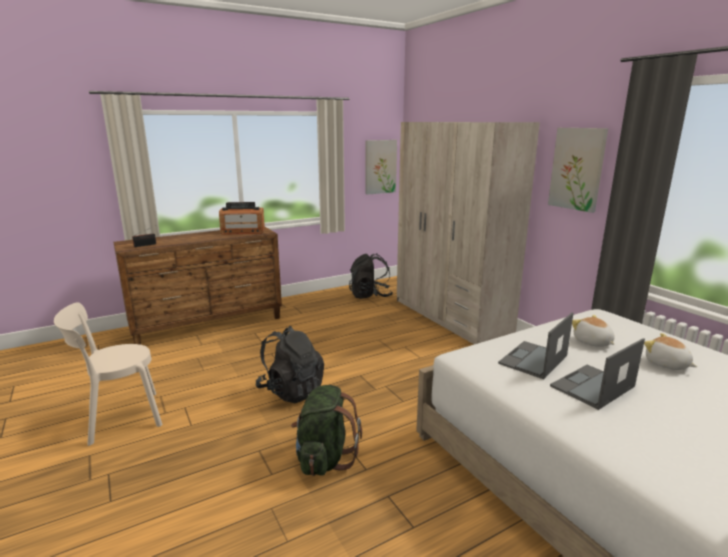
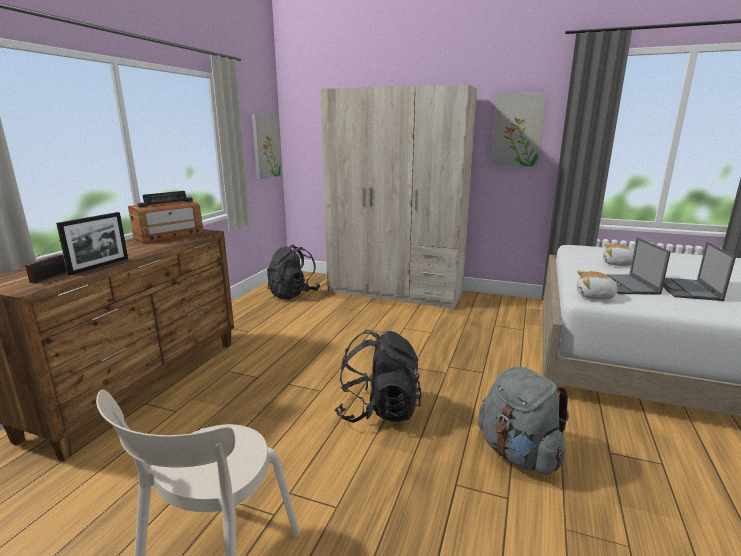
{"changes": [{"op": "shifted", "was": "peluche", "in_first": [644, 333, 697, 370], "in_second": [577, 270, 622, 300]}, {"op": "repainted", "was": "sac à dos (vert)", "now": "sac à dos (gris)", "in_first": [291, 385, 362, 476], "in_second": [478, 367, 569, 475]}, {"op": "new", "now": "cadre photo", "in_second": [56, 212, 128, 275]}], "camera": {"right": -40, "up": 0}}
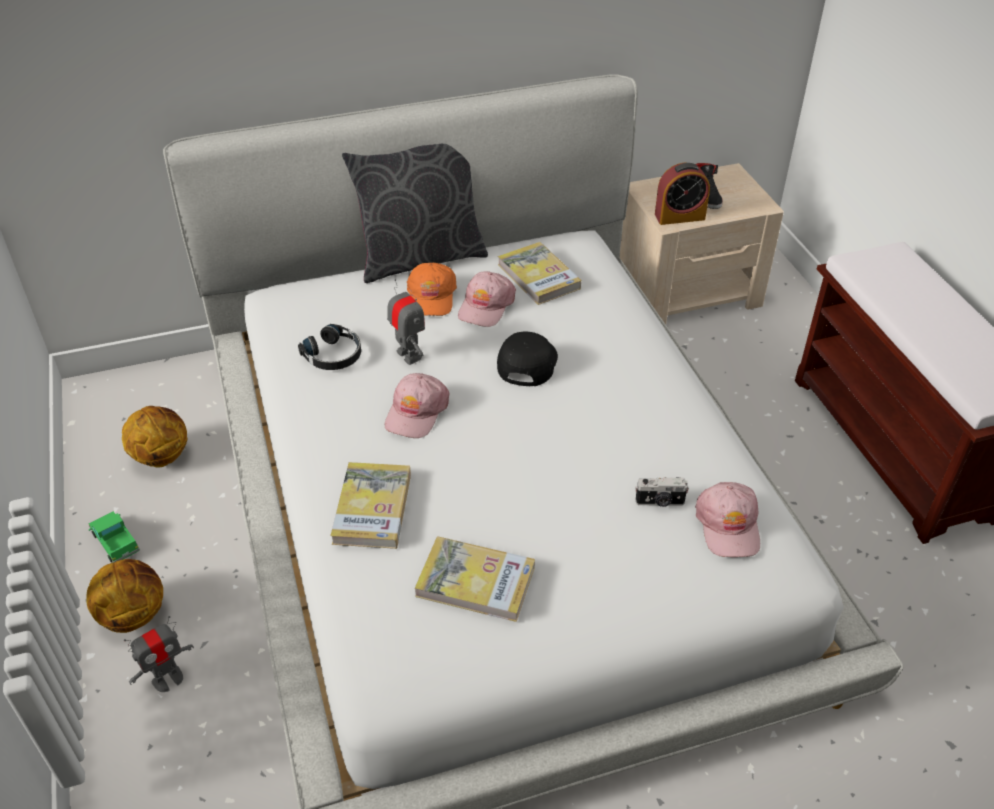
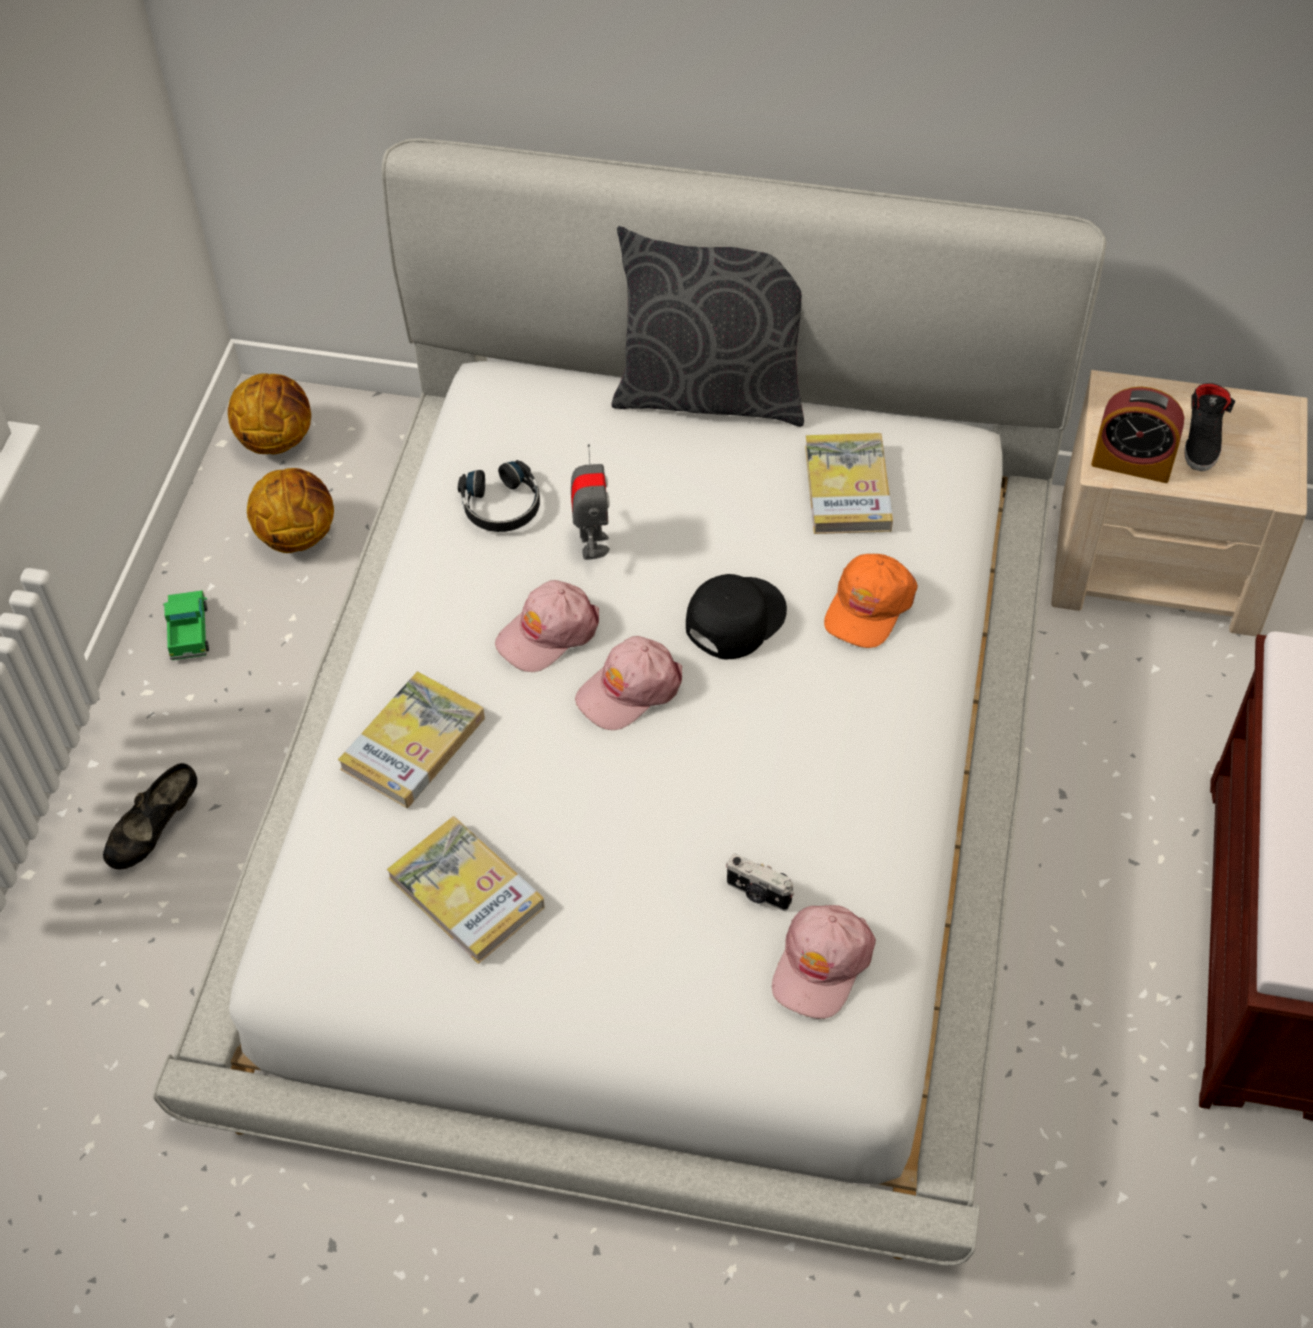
{"changes": [{"op": "shifted", "was": "casquette (orange)", "in_first": [407, 263, 457, 316], "in_second": [824, 554, 918, 648]}, {"op": "shifted", "was": "casquette (rose)", "in_first": [458, 271, 516, 327], "in_second": [575, 636, 682, 730]}, {"op": "shifted", "was": "ballon de basket", "in_first": [86, 559, 163, 633], "in_second": [228, 373, 311, 455]}, {"op": "swapped", "was": "robot jouet", "now": "chaussure (noir)", "in_first": [124, 616, 194, 692], "in_second": [103, 763, 197, 869]}], "camera": {"right": 30, "up": 10}}
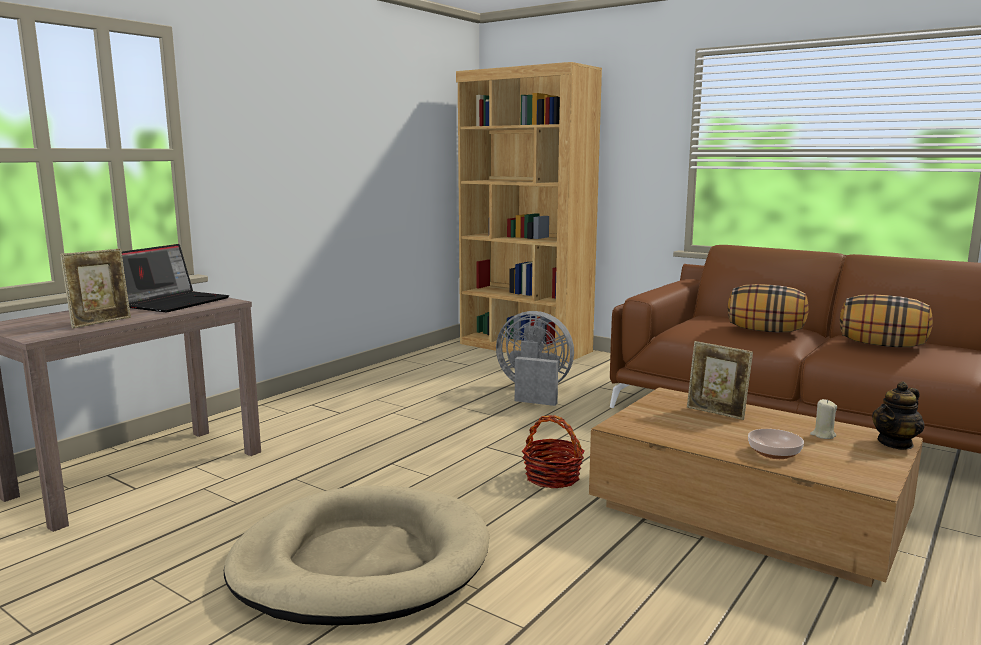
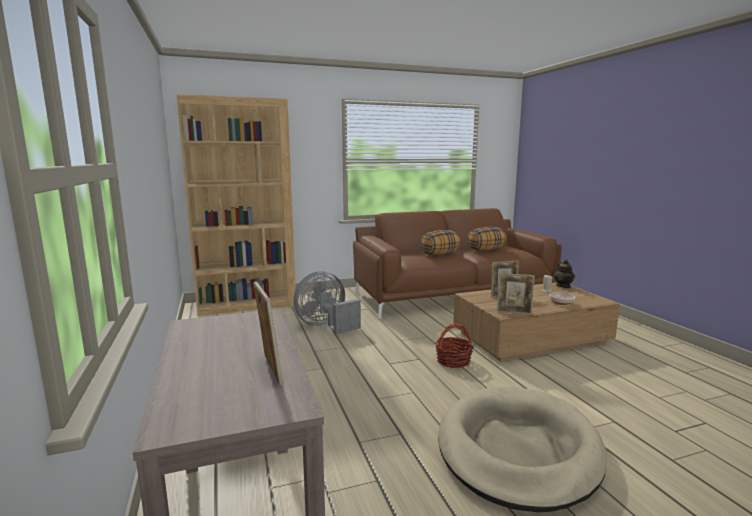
{"changes": [{"op": "gone", "was": "ordinateur portable", "in_first": [122, 244, 229, 312]}, {"op": "new", "now": "cadre photo", "in_second": [497, 273, 535, 314]}], "camera": {"right": -55, "up": 0}}
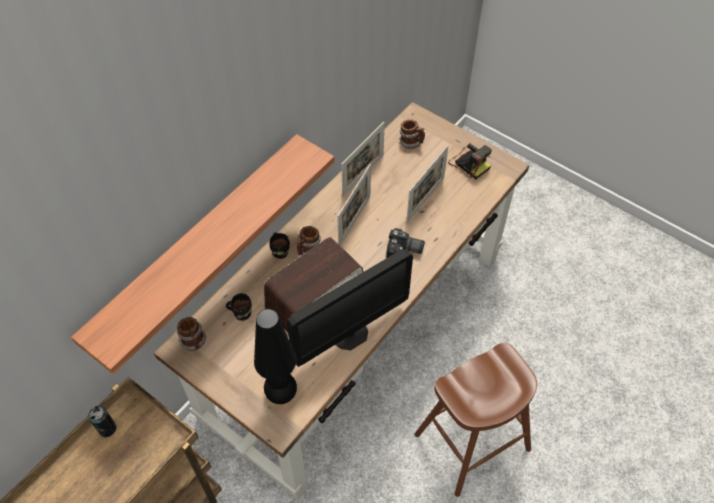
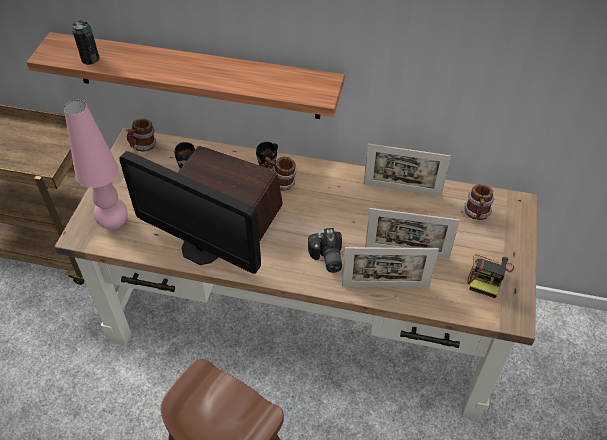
{"changes": [{"op": "shifted", "was": "cadre photo", "in_first": [337, 164, 371, 246], "in_second": [342, 247, 439, 287]}, {"op": "repainted", "was": "lampe de table (noir)", "now": "lampe de table (rose)", "in_first": [254, 309, 297, 404], "in_second": [64, 100, 128, 230]}, {"op": "shifted", "was": "boîte métallique", "in_first": [88, 406, 117, 437], "in_second": [72, 21, 99, 65]}], "camera": {"right": 65, "up": -5}}
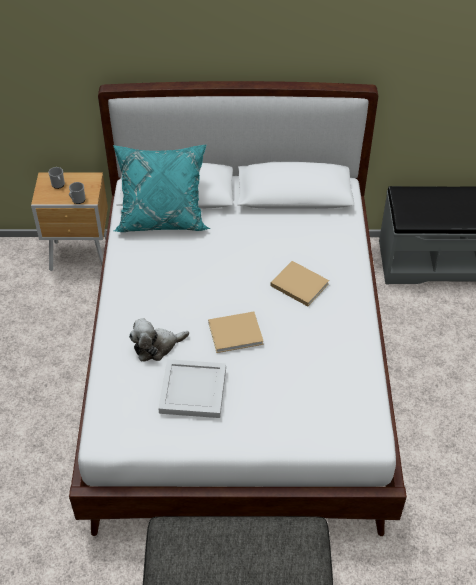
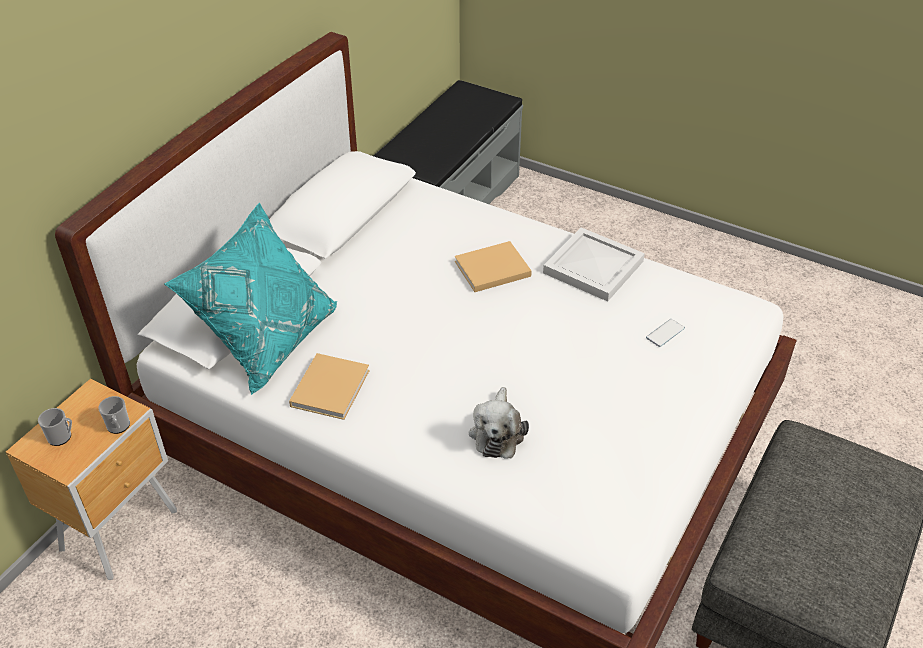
{"changes": [{"op": "shifted", "was": "livre (beige)", "in_first": [208, 312, 264, 353], "in_second": [289, 353, 370, 420]}, {"op": "shifted", "was": "plateau (blanc)", "in_first": [158, 359, 226, 418], "in_second": [543, 227, 645, 302]}, {"op": "new", "now": "téléphone", "in_second": [646, 319, 685, 347]}], "camera": {"right": -60, "up": -5}}
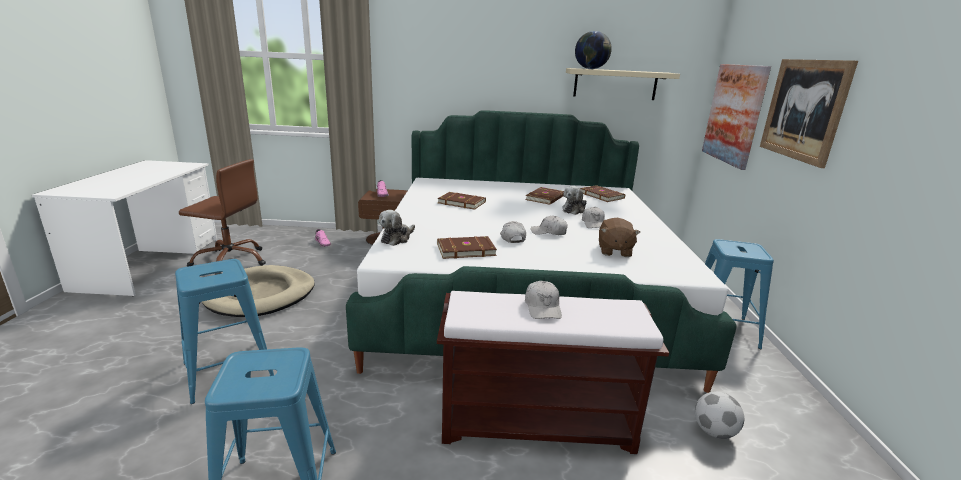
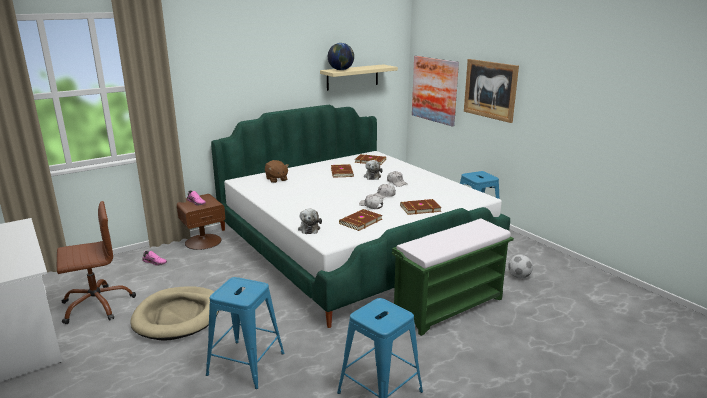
{"changes": [{"op": "shifted", "was": "livre (marron)", "in_first": [437, 192, 486, 210], "in_second": [400, 199, 441, 215]}, {"op": "shifted", "was": "peluche (marron)", "in_first": [599, 218, 640, 257], "in_second": [265, 160, 289, 183]}, {"op": "gone", "was": "casquette (blanc)", "in_first": [525, 281, 562, 319]}, {"op": "repainted", "was": "banc (marron)", "now": "banc (vert)", "in_first": [437, 291, 669, 454], "in_second": [392, 219, 514, 336]}], "camera": {"right": -35, "up": 0}}
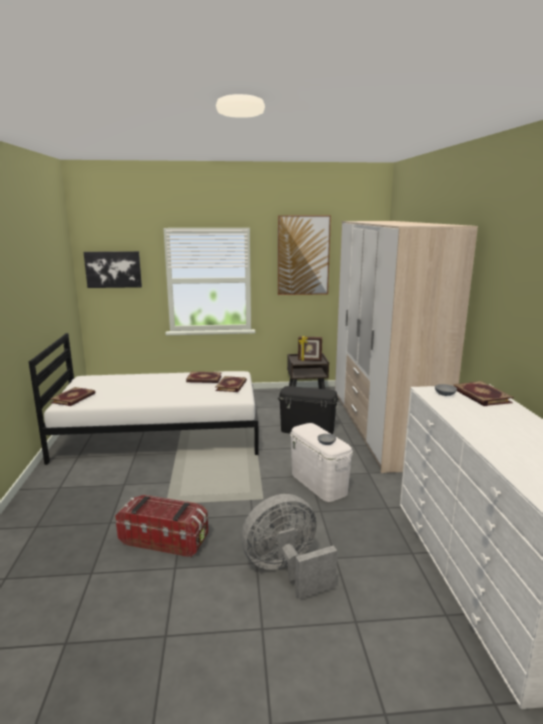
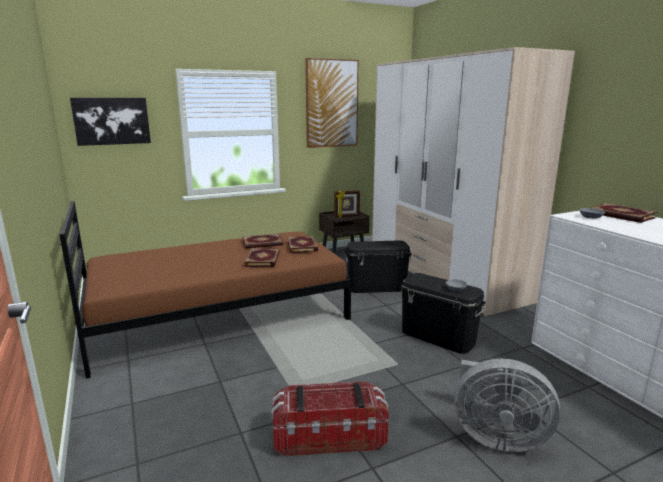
{"changes": [{"op": "repainted", "was": "lit (blanc)", "now": "lit (marron)", "in_first": [29, 333, 259, 465], "in_second": [59, 201, 351, 379]}, {"op": "shifted", "was": "livre", "in_first": [50, 387, 95, 406], "in_second": [244, 248, 280, 267]}, {"op": "repainted", "was": "boîte de rangement (blanc)", "now": "boîte de rangement (noir)", "in_first": [290, 423, 353, 502], "in_second": [400, 273, 486, 354]}, {"op": "rotated", "was": "ventilateur (gris)", "in_first": [241, 494, 338, 599], "in_second": [454, 359, 560, 452], "clockwise": -120}], "camera": {"right": -20, "up": 0}}
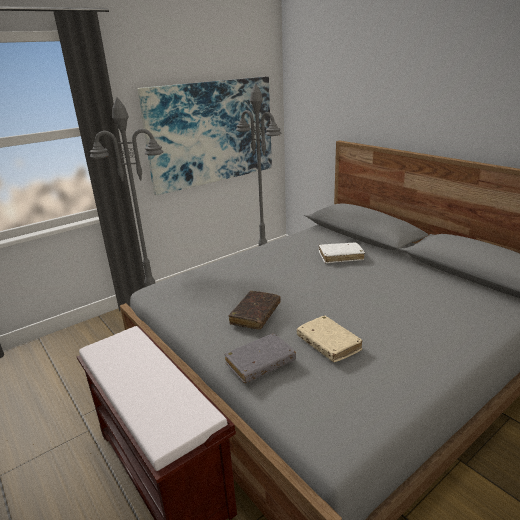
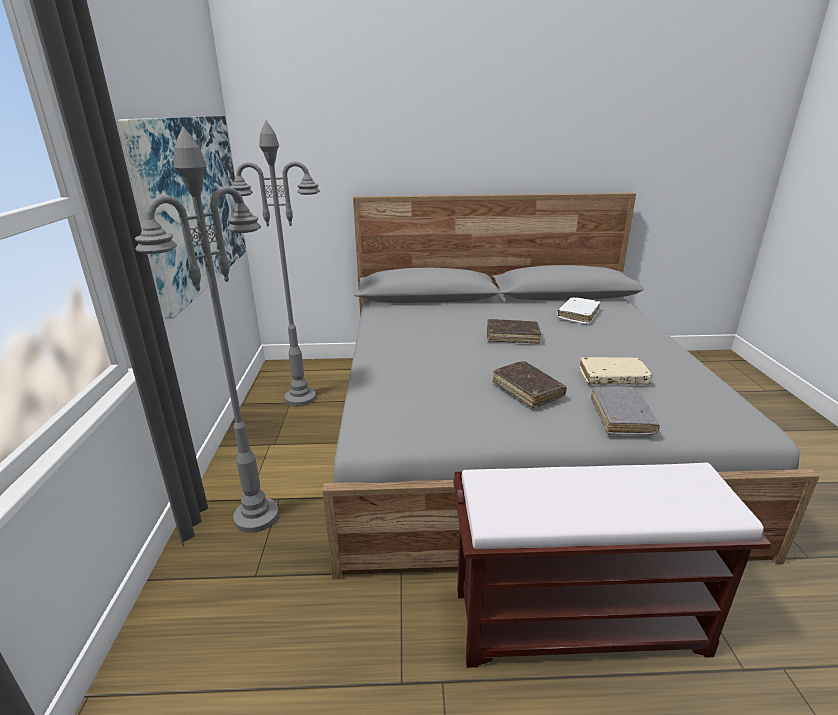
{"changes": [{"op": "shifted", "was": "livre (blanc)", "in_first": [319, 242, 365, 263], "in_second": [557, 298, 600, 324]}, {"op": "new", "now": "livre (marron)", "in_second": [487, 319, 541, 344]}], "camera": {"right": -55, "up": 0}}
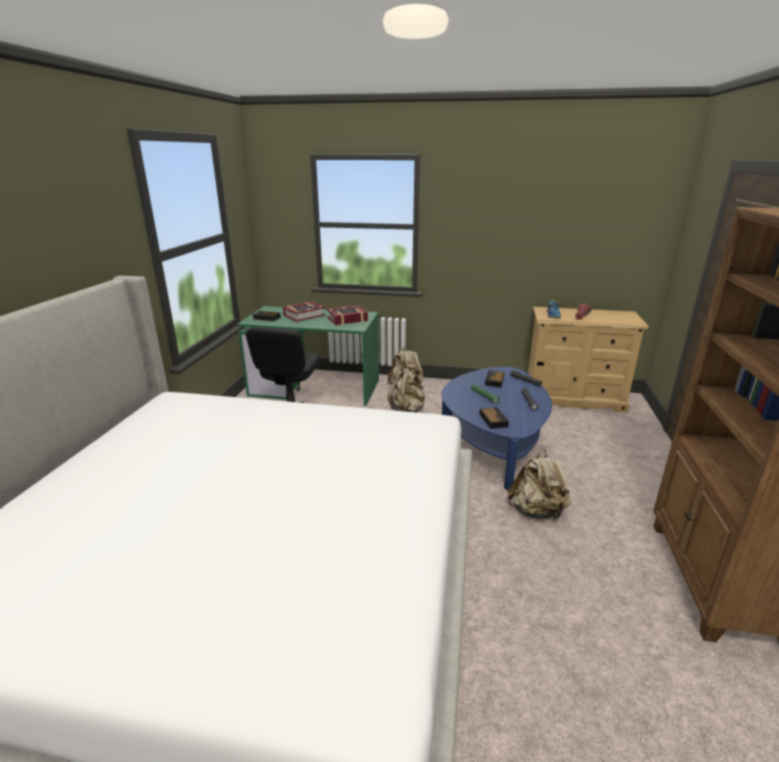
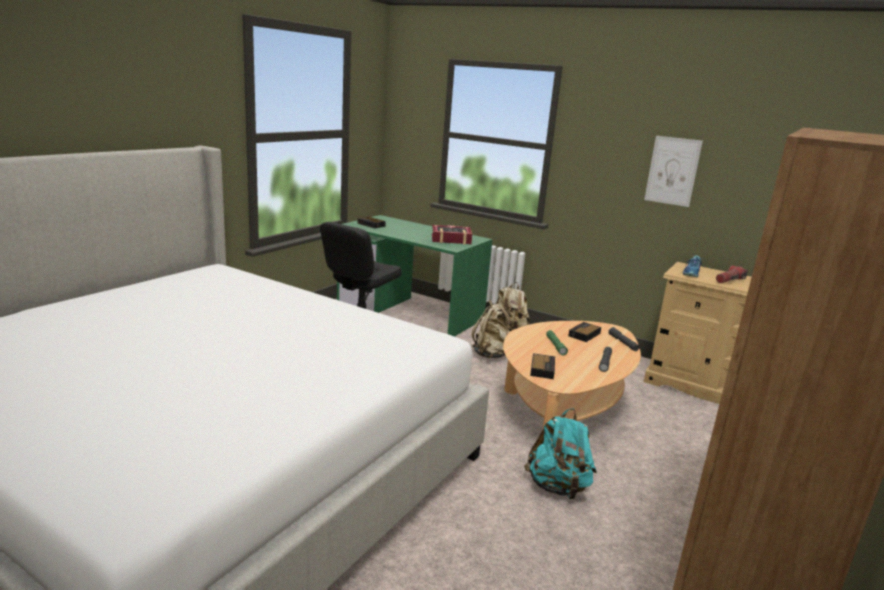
{"changes": [{"op": "gone", "was": "livre", "in_first": [283, 302, 326, 322]}, {"op": "repainted", "was": "table basse (bleu)", "now": "table basse (beige)", "in_first": [441, 367, 552, 490], "in_second": [503, 321, 641, 430]}, {"op": "repainted", "was": "sac à dos (beige)", "now": "sac à dos (turquoise)", "in_first": [508, 449, 571, 520], "in_second": [524, 408, 597, 499]}, {"op": "new", "now": "tableau", "in_second": [644, 136, 703, 207]}], "camera": {"right": 20, "up": -5}}
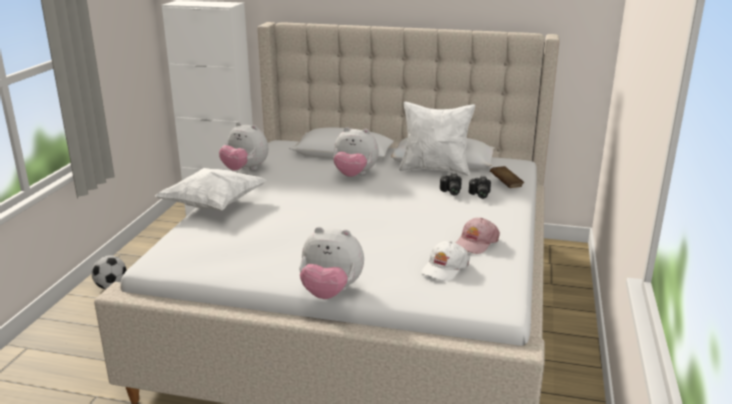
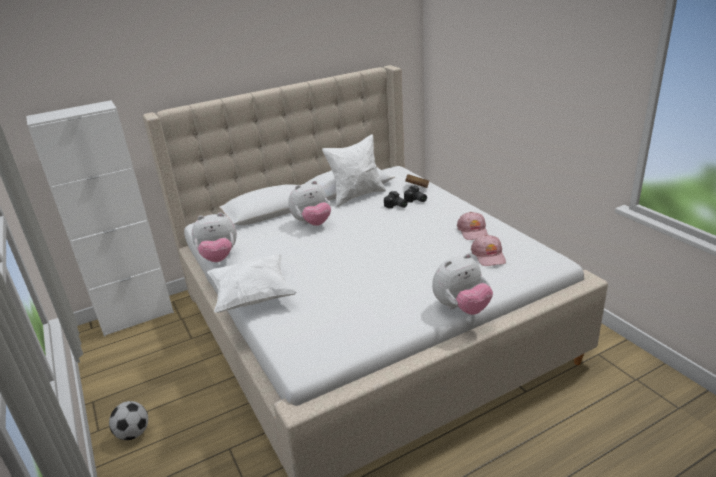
{"changes": [{"op": "repainted", "was": "casquette (blanc)", "now": "casquette (rose)", "in_first": [421, 241, 470, 281], "in_second": [471, 235, 506, 266]}], "camera": {"right": -40, "up": 5}}
